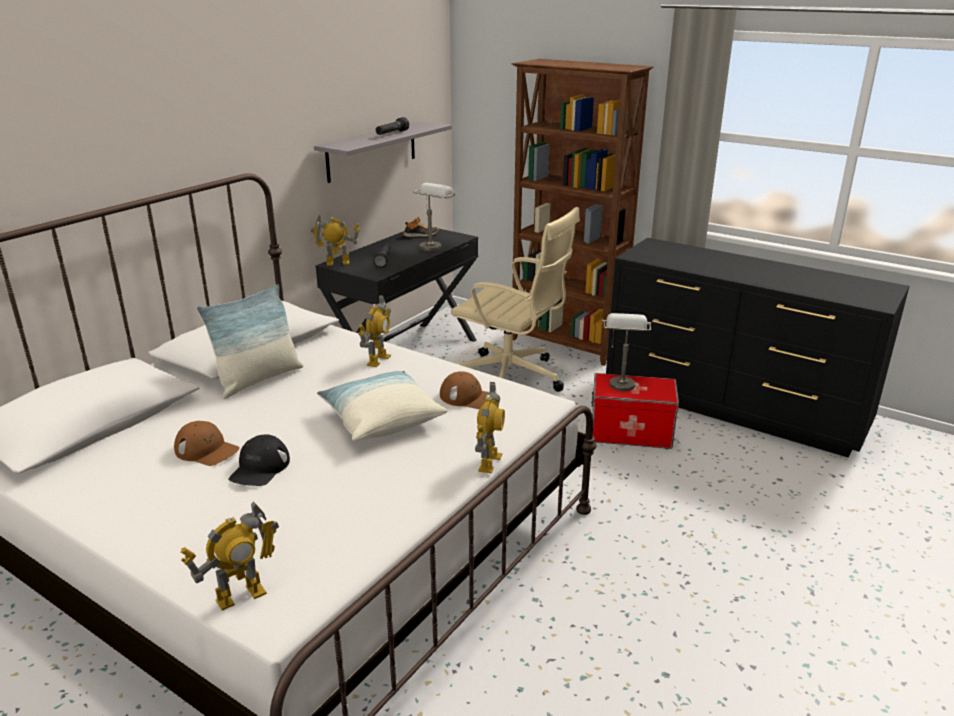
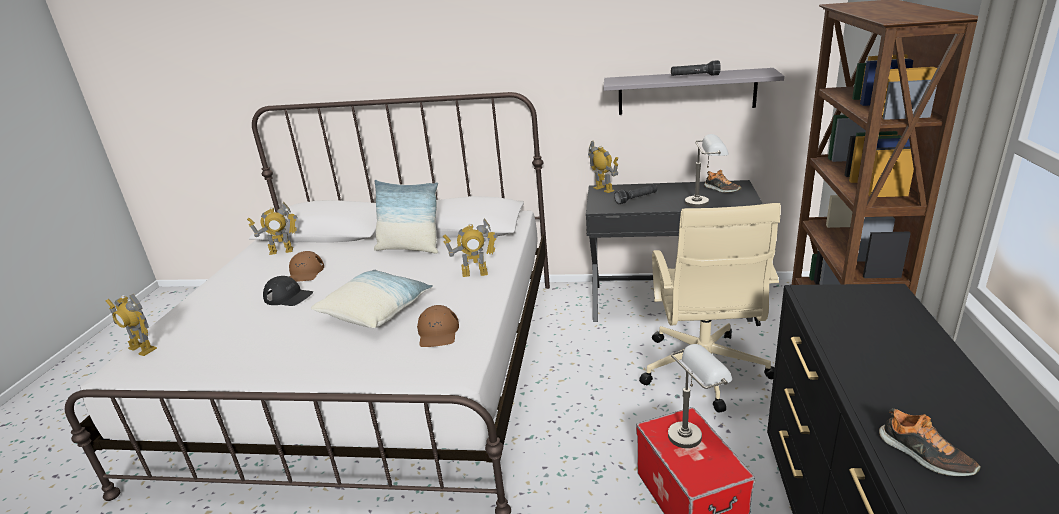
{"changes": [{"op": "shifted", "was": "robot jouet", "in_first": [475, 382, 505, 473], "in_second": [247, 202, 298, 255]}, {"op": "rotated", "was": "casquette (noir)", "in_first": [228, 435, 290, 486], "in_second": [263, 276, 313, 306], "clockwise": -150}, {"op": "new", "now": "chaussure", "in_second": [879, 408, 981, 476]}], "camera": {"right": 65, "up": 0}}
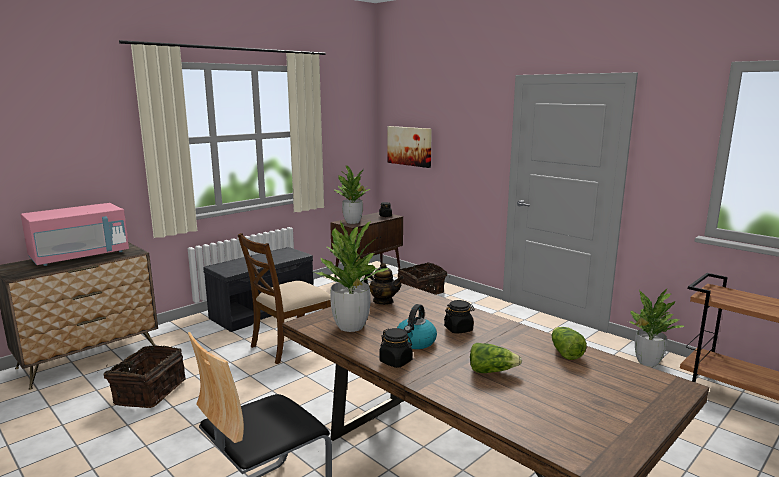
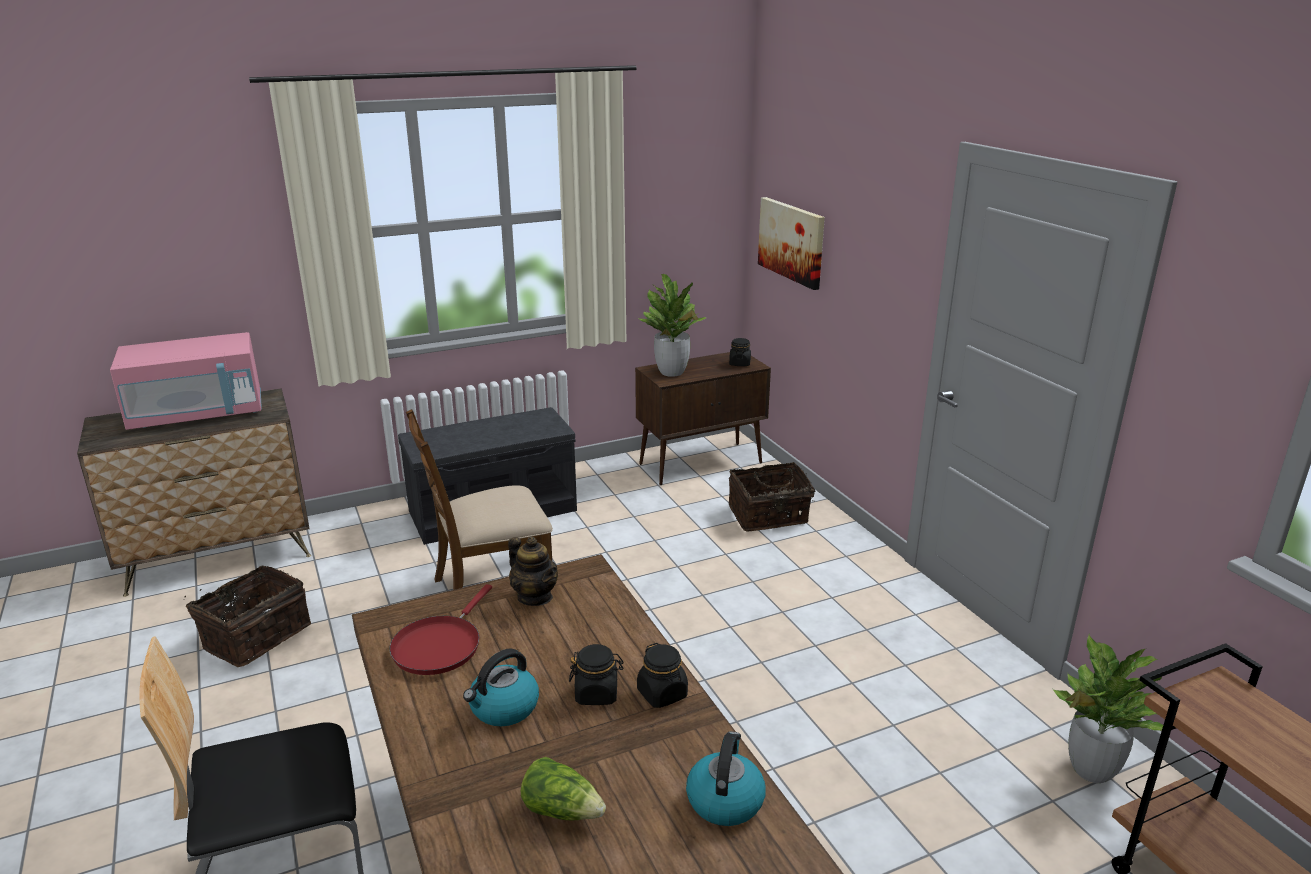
{"changes": [{"op": "swapped", "was": "plante en pot", "now": "poêle (rouge)", "in_first": [314, 221, 388, 332], "in_second": [389, 584, 492, 675]}, {"op": "swapped", "was": "laitue", "now": "bouilloire", "in_first": [552, 327, 587, 360], "in_second": [686, 731, 766, 826]}, {"op": "shifted", "was": "bocal (noir)", "in_first": [379, 328, 413, 368], "in_second": [637, 643, 688, 708]}], "camera": {"right": 20, "up": 10}}
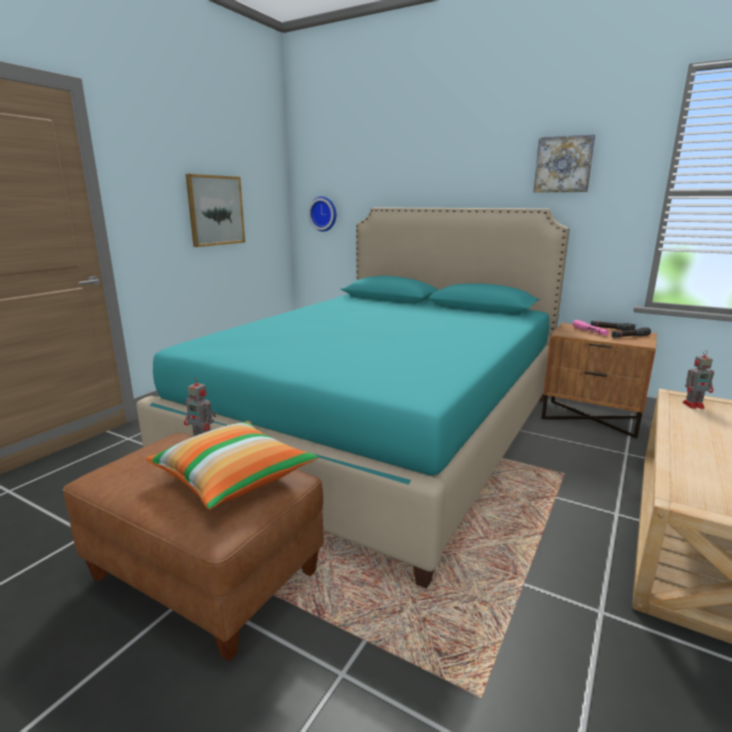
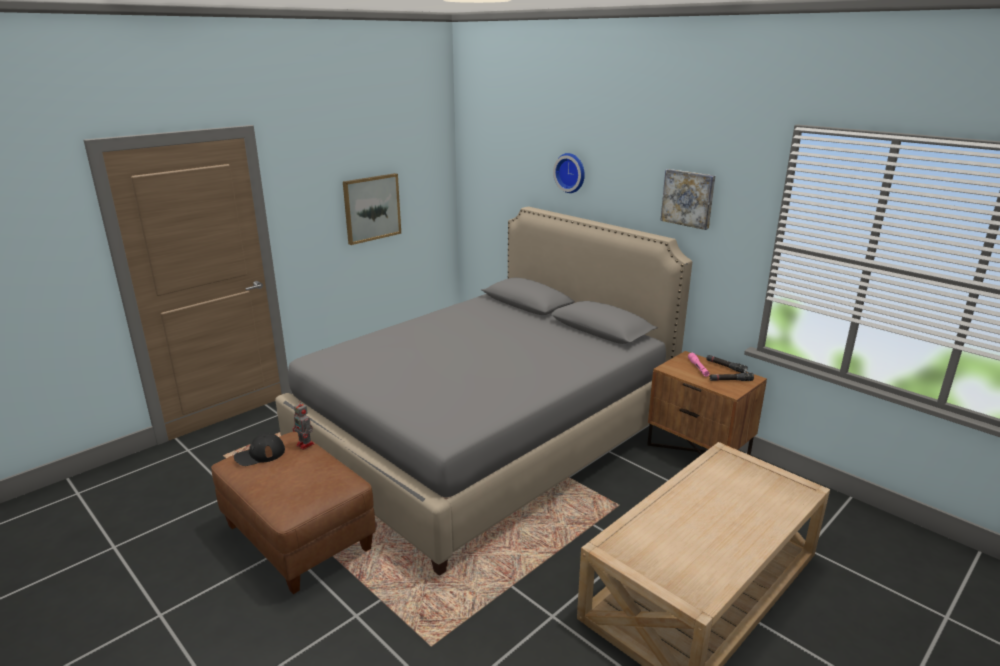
{"changes": [{"op": "shifted", "was": "horloge murale", "in_first": [308, 196, 336, 232], "in_second": [553, 153, 585, 193]}, {"op": "repainted", "was": "lit (turquoise)", "now": "lit (gris)", "in_first": [136, 207, 570, 589], "in_second": [275, 207, 692, 576]}, {"op": "gone", "was": "robot jouet", "in_first": [682, 350, 714, 409]}, {"op": "gone", "was": "coussin", "in_first": [146, 421, 318, 509]}, {"op": "new", "now": "casquette (noir)", "in_second": [234, 433, 285, 466]}], "camera": {"right": 15, "up": 5}}
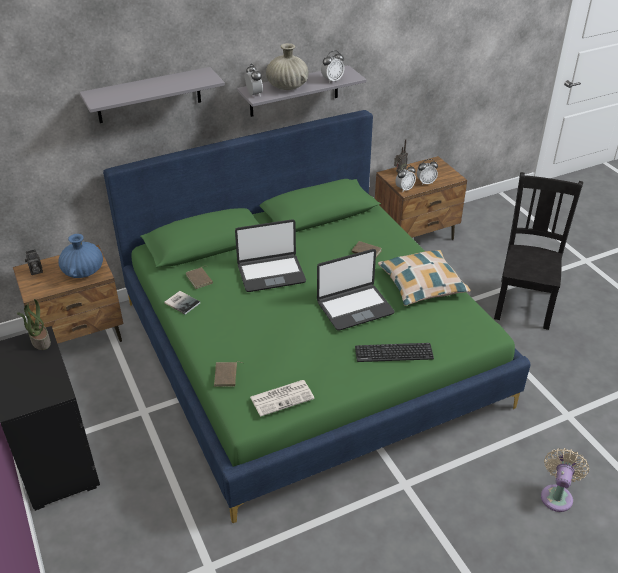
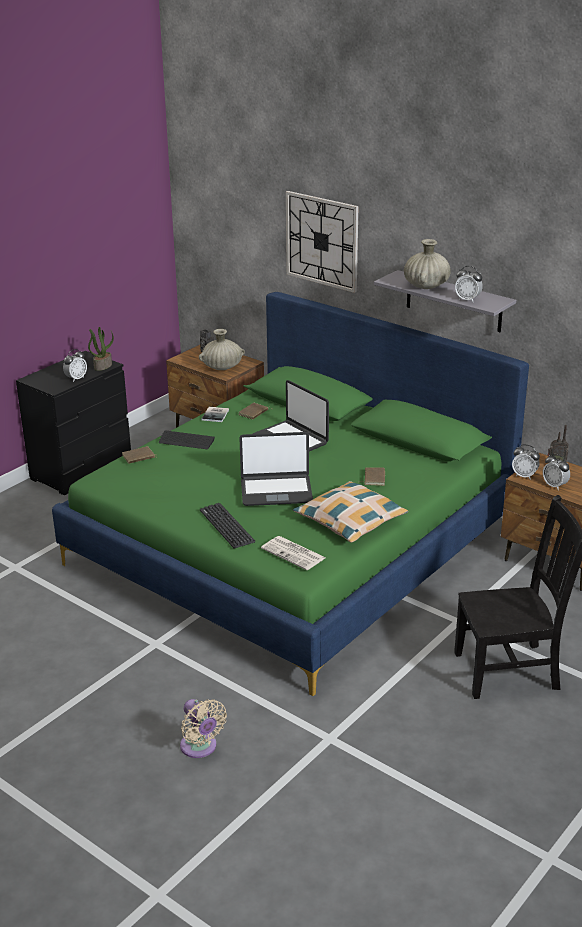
{"changes": [{"op": "shifted", "was": "réveil", "in_first": [245, 64, 263, 97], "in_second": [63, 349, 87, 382]}, {"op": "swapped", "was": "étagère (gris)", "now": "horloge murale", "in_first": [80, 67, 225, 123], "in_second": [286, 191, 358, 293]}, {"op": "repainted", "was": "vase (bleu)", "now": "vase (beige)", "in_first": [58, 234, 103, 278], "in_second": [199, 329, 245, 370]}, {"op": "rotated", "was": "ordinateur portable", "in_first": [317, 249, 395, 331], "in_second": [239, 432, 313, 506], "clockwise": -45}, {"op": "shifted", "was": "journal", "in_first": [250, 380, 315, 417], "in_second": [261, 536, 326, 570]}, {"op": "rotated", "was": "ventilateur (beige)", "in_first": [541, 448, 589, 512], "in_second": [180, 699, 227, 758], "clockwise": 60}, {"op": "new", "now": "clavier", "in_second": [159, 430, 215, 449]}], "camera": {"right": 65, "up": -10}}
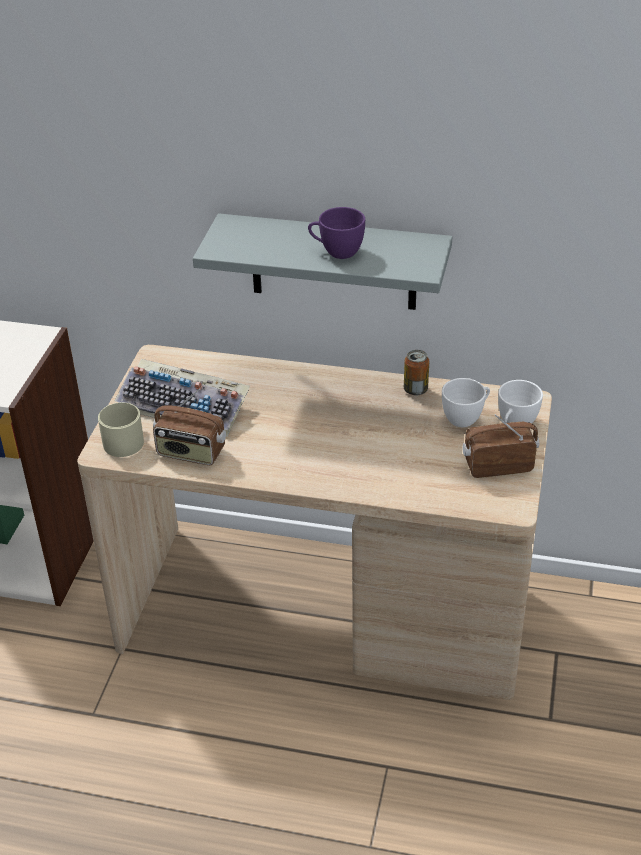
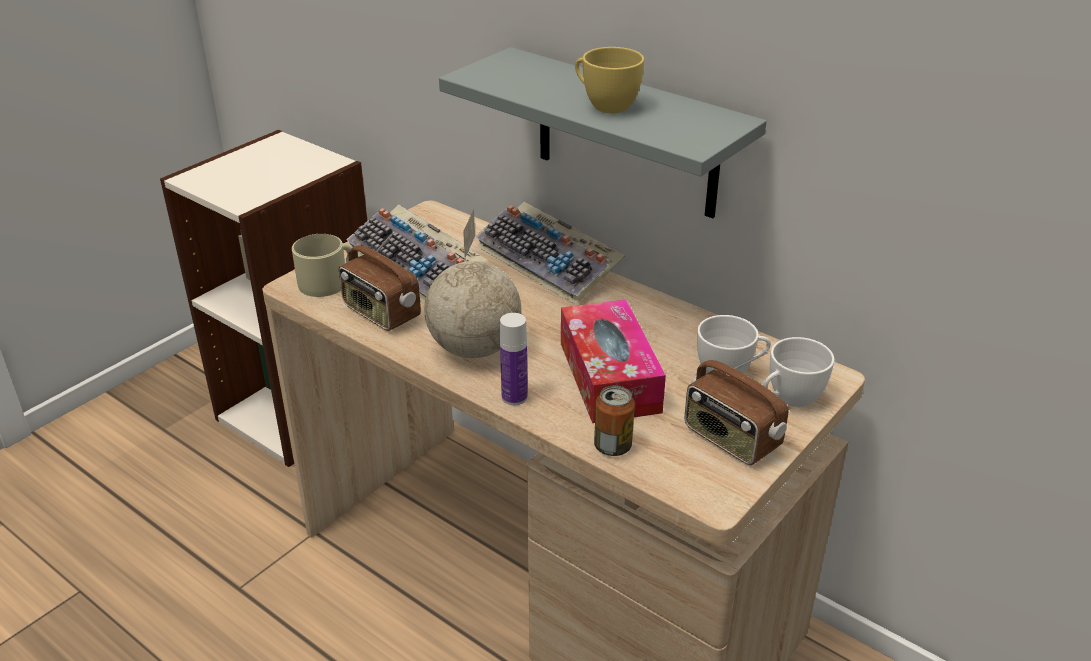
{"changes": [{"op": "repainted", "was": "tasse (violet)", "now": "tasse (jaune)", "in_first": [308, 207, 365, 259], "in_second": [575, 47, 644, 113]}, {"op": "shifted", "was": "boîte métallique", "in_first": [404, 350, 430, 395], "in_second": [594, 386, 635, 456]}, {"op": "rotated", "was": "radio", "in_first": [462, 414, 539, 478], "in_second": [685, 351, 789, 465], "clockwise": -150}, {"op": "new", "now": "clavier", "in_second": [475, 202, 625, 305]}, {"op": "new", "now": "globe", "in_second": [424, 210, 521, 358]}, {"op": "new", "now": "boîte à mouchoirs", "in_second": [561, 300, 666, 423]}, {"op": "new", "now": "bouteille", "in_second": [500, 313, 528, 405]}], "camera": {"right": 25, "up": -5}}
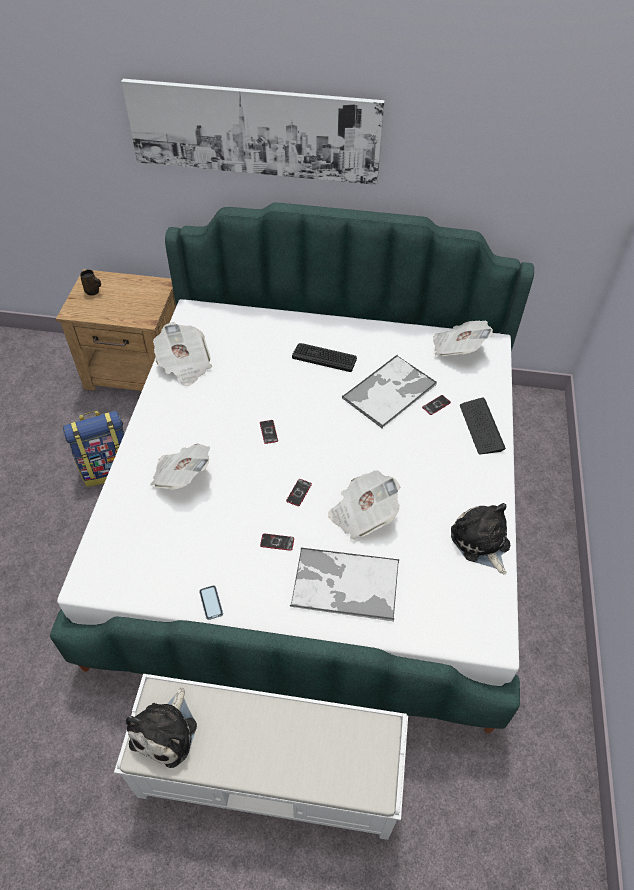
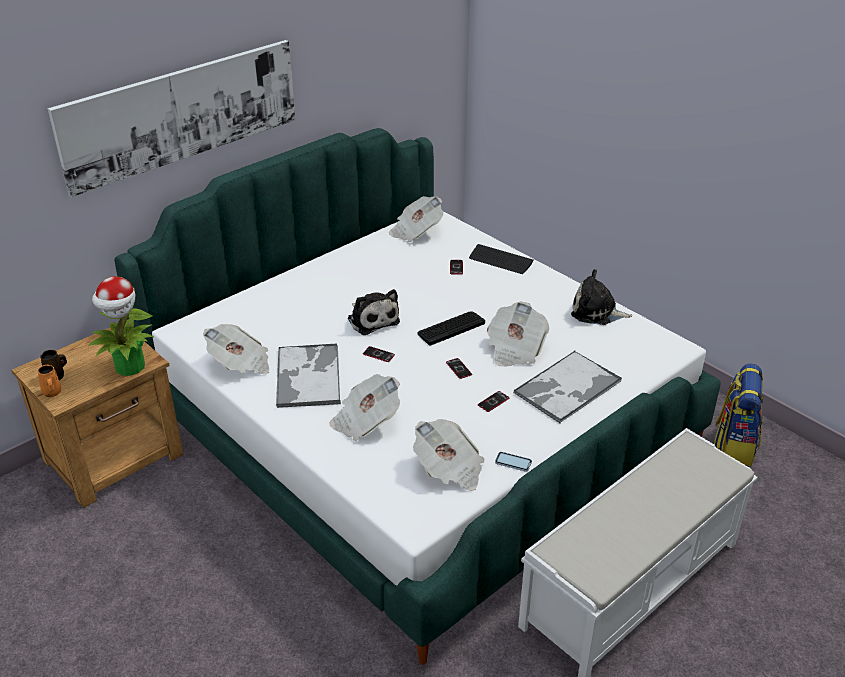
{"changes": [{"op": "shifted", "was": "clavier", "in_first": [292, 343, 357, 372], "in_second": [417, 311, 485, 346]}, {"op": "shifted", "was": "plateau", "in_first": [342, 355, 437, 429], "in_second": [276, 343, 341, 408]}, {"op": "shifted", "was": "sac à dos", "in_first": [63, 411, 125, 487], "in_second": [714, 364, 763, 466]}, {"op": "shifted", "was": "peluche", "in_first": [126, 687, 197, 768], "in_second": [347, 289, 400, 335]}, {"op": "new", "now": "plante en pot", "in_second": [88, 276, 154, 376]}, {"op": "new", "now": "mug (orange)", "in_second": [38, 365, 62, 397]}, {"op": "new", "now": "journal", "in_second": [413, 419, 484, 491]}], "camera": {"right": -50, "up": -15}}
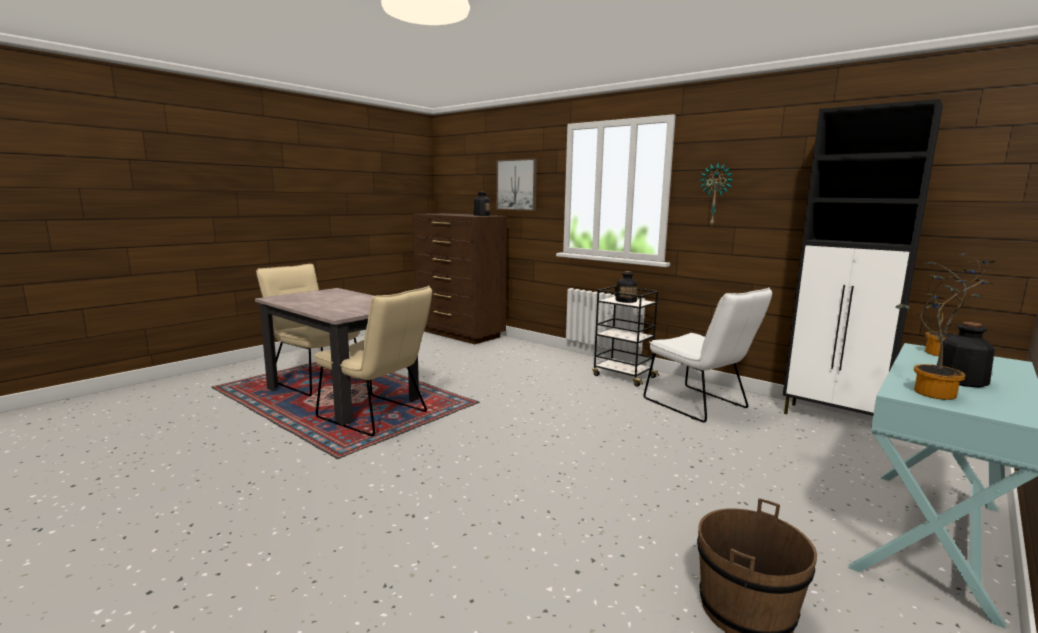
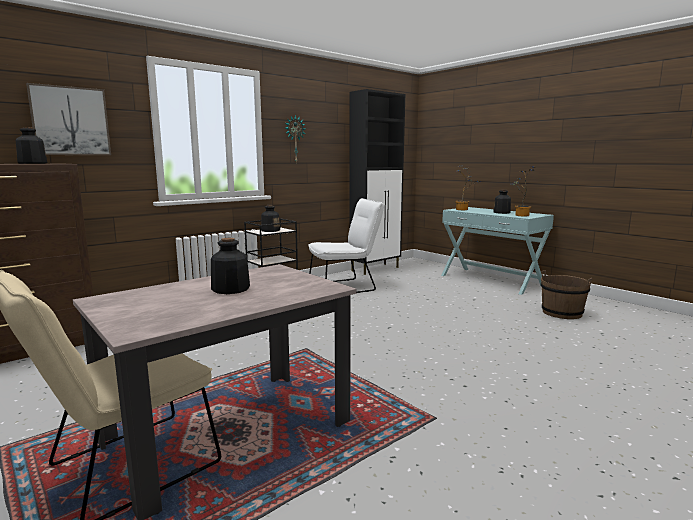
{"changes": [{"op": "gone", "was": "chaise (beige)", "in_first": [314, 286, 432, 436]}, {"op": "new", "now": "bouteille", "in_second": [211, 238, 250, 294]}], "camera": {"right": -80, "up": 0}}
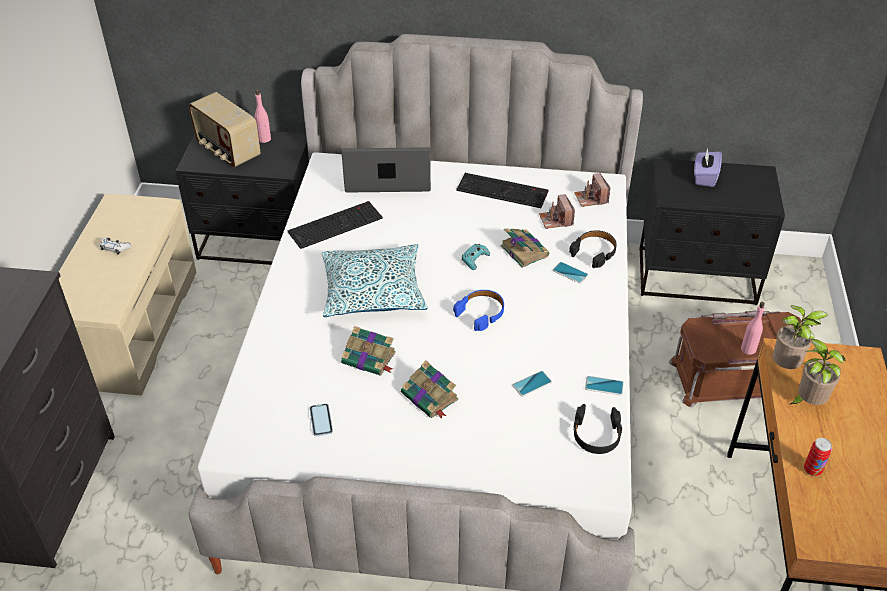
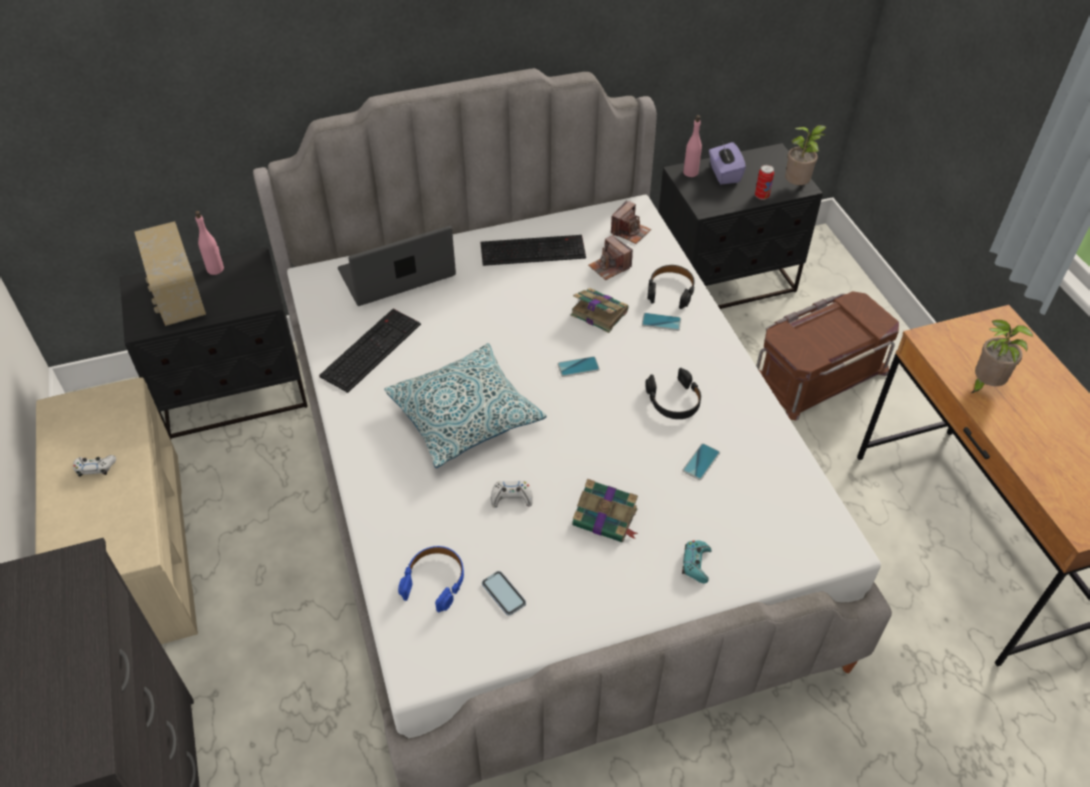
{"changes": [{"op": "rotated", "was": "radio", "in_first": [188, 92, 261, 167], "in_second": [134, 221, 206, 326], "clockwise": 45}, {"op": "rotated", "was": "appareil photo", "in_first": [574, 173, 610, 207], "in_second": [611, 200, 651, 244], "clockwise": -105}, {"op": "shifted", "was": "manette (turquoise)", "in_first": [462, 244, 490, 270], "in_second": [682, 540, 712, 584]}, {"op": "shifted", "was": "casque audio (bleu)", "in_first": [453, 290, 504, 331], "in_second": [398, 546, 464, 612]}, {"op": "shifted", "was": "bouteille (rose)", "in_first": [741, 302, 765, 355], "in_second": [683, 115, 702, 177]}, {"op": "shifted", "was": "plante en pot", "in_first": [773, 305, 828, 369], "in_second": [785, 125, 827, 185]}, {"op": "swapped", "was": "livre", "now": "manette (blanc)", "in_first": [341, 326, 396, 375], "in_second": [491, 481, 533, 508]}, {"op": "shifted", "was": "téléphone", "in_first": [585, 376, 624, 395], "in_second": [557, 356, 600, 377]}, {"op": "shifted", "was": "casque audio (noir)", "in_first": [573, 404, 622, 454], "in_second": [645, 368, 701, 419]}, {"op": "shifted", "was": "boîte métallique", "in_first": [804, 438, 832, 476], "in_second": [755, 165, 774, 200]}], "camera": {"right": -25, "up": 5}}
